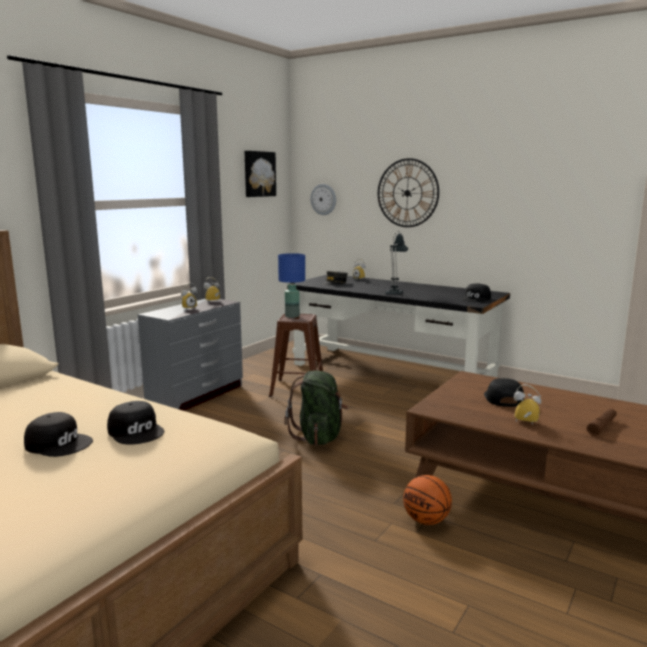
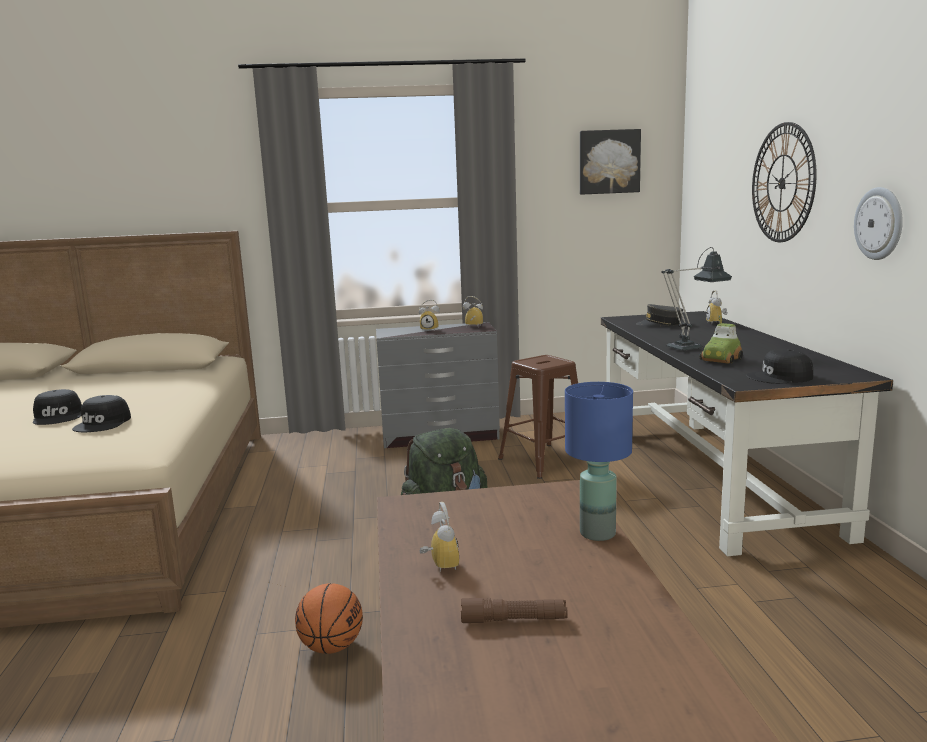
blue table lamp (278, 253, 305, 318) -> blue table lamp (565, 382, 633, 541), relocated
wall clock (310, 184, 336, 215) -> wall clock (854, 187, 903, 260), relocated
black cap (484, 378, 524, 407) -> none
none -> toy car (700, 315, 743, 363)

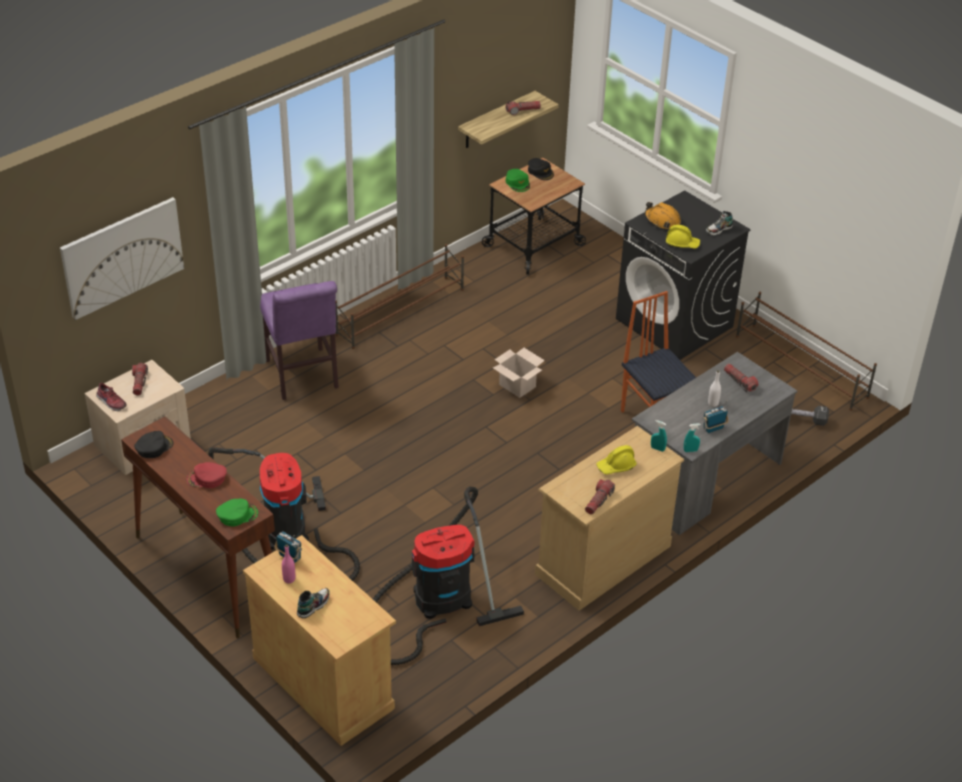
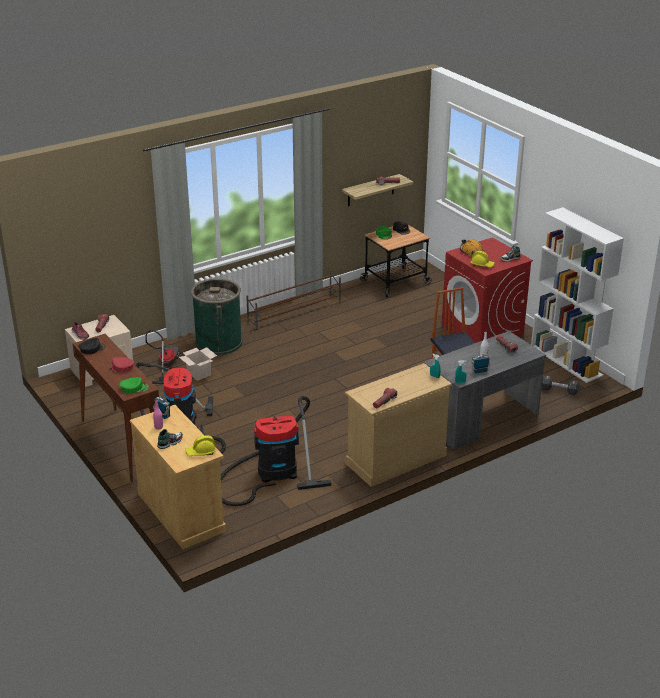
picture (60, 197, 184, 320) -> none
purple chair (260, 281, 339, 400) -> green trash can (191, 279, 242, 355)
cardboard box (493, 348, 545, 398) -> cardboard box (179, 347, 217, 381), relocated
yellow hard hat (596, 445, 637, 475) -> yellow hard hat (186, 435, 216, 456), relocated
black washing machine (616, 190, 751, 360) -> red washing machine (442, 237, 533, 343)
brown shoe rack (736, 292, 877, 411) -> white bookcase (531, 207, 624, 383)
none -> vacuum cleaner (145, 330, 179, 384)

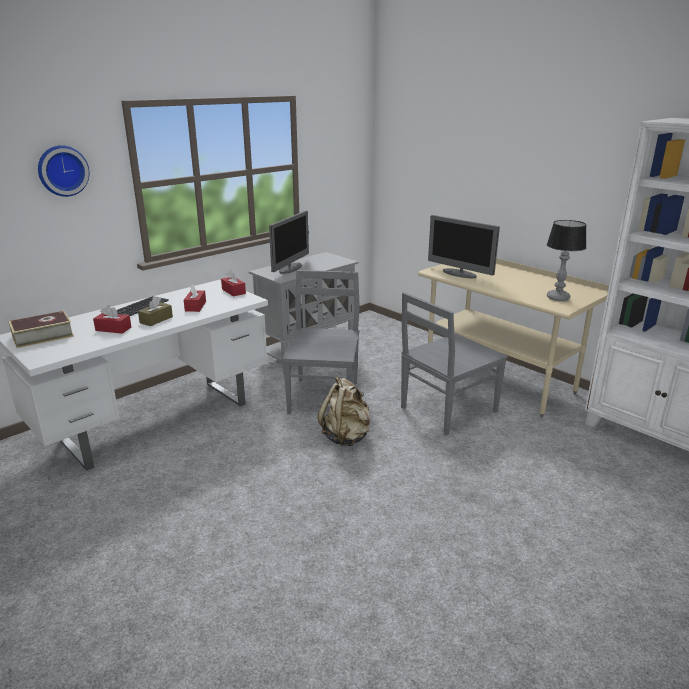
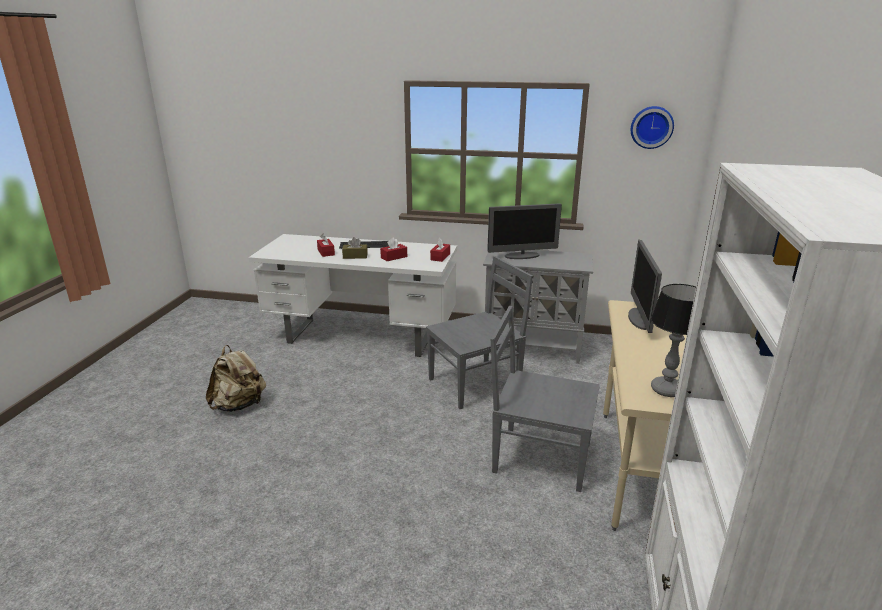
book (9, 311, 74, 348) -> none
wall clock (38, 145, 90, 197) -> wall clock (631, 106, 674, 149), relocated
beige backpack (318, 377, 370, 446) -> beige backpack (206, 345, 266, 412), relocated

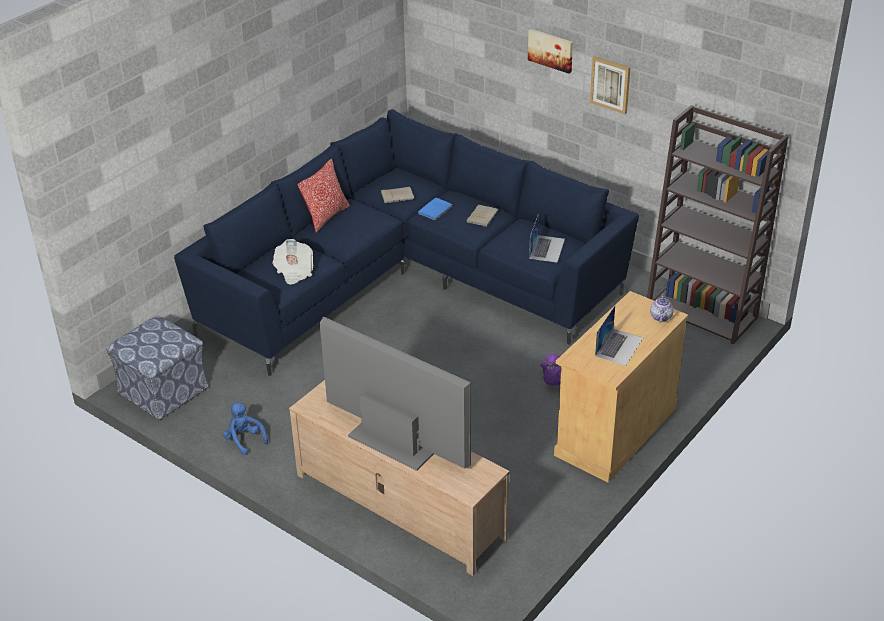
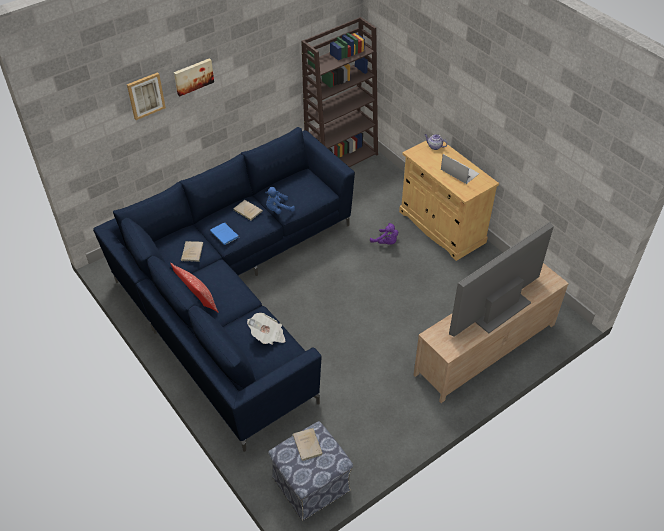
blue plush toy (223, 403, 268, 455) -> blue plush toy (265, 187, 295, 214), relocated
laptop (529, 214, 565, 263) -> none
picture (590, 56, 631, 114) -> picture (127, 72, 166, 120), relocated
none -> beige book (293, 428, 323, 461)

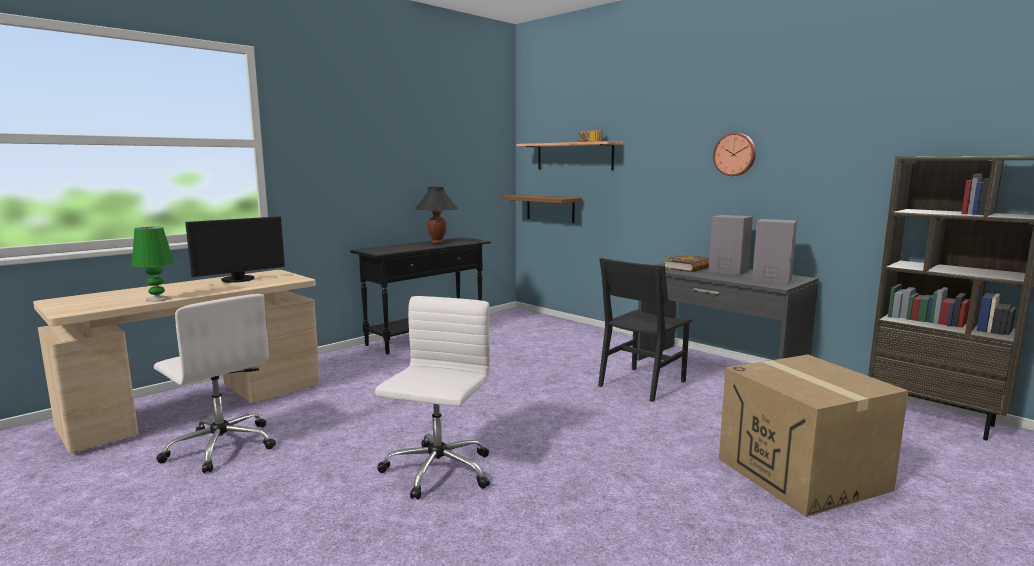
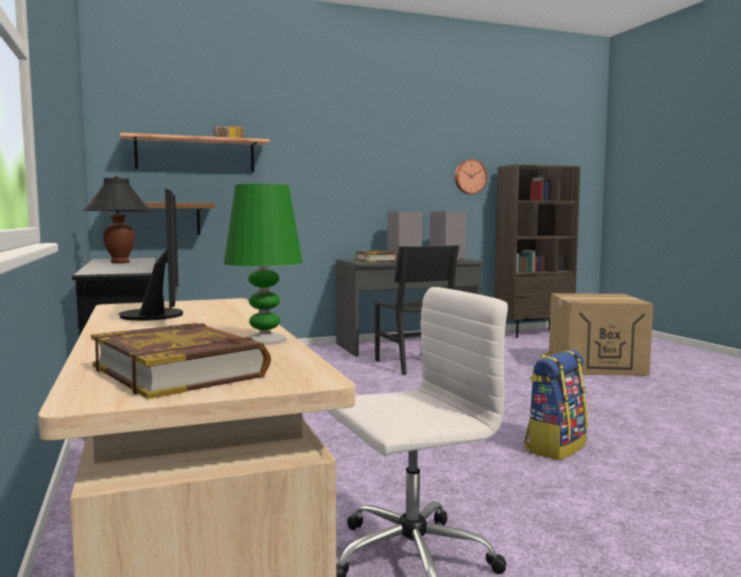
white office chair (375, 296, 490, 500) -> backpack (524, 349, 588, 460)
wall clock (713, 133, 756, 176) -> wall clock (455, 159, 487, 194), relocated
none -> book (91, 323, 271, 399)

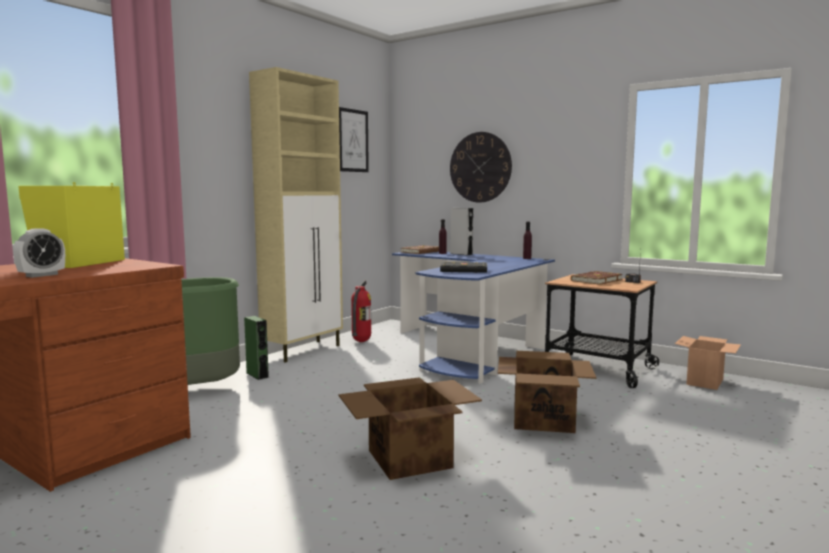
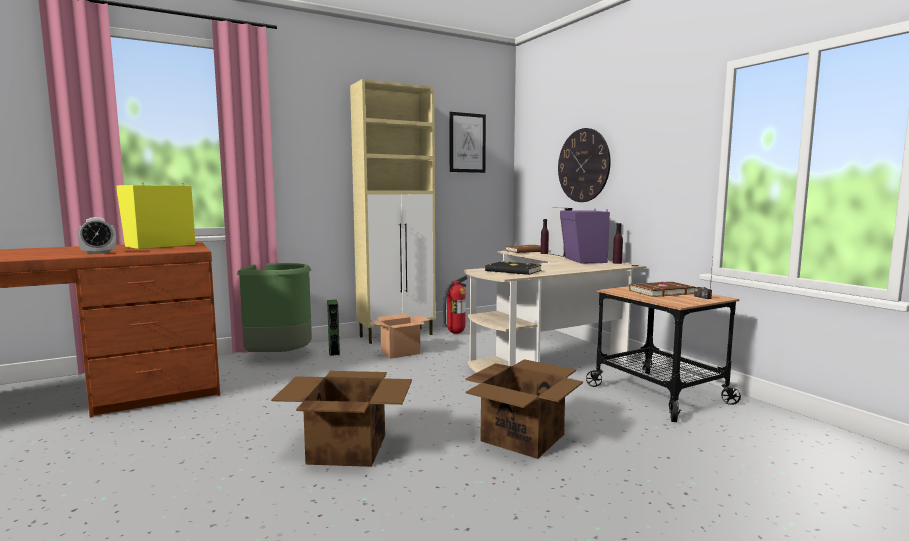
blue desk (392, 252, 555, 384) -> beige desk (464, 251, 647, 373)
cardboard box (675, 336, 741, 390) -> cardboard box (370, 314, 430, 359), relocated
none -> purple speaker (560, 209, 610, 263)

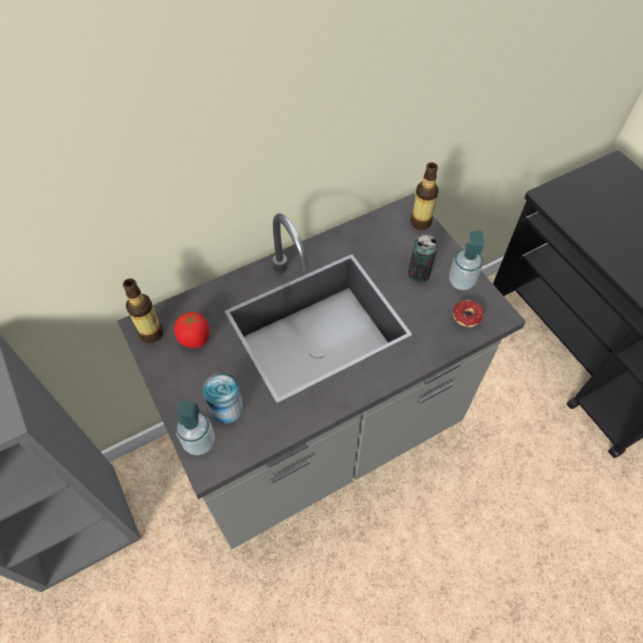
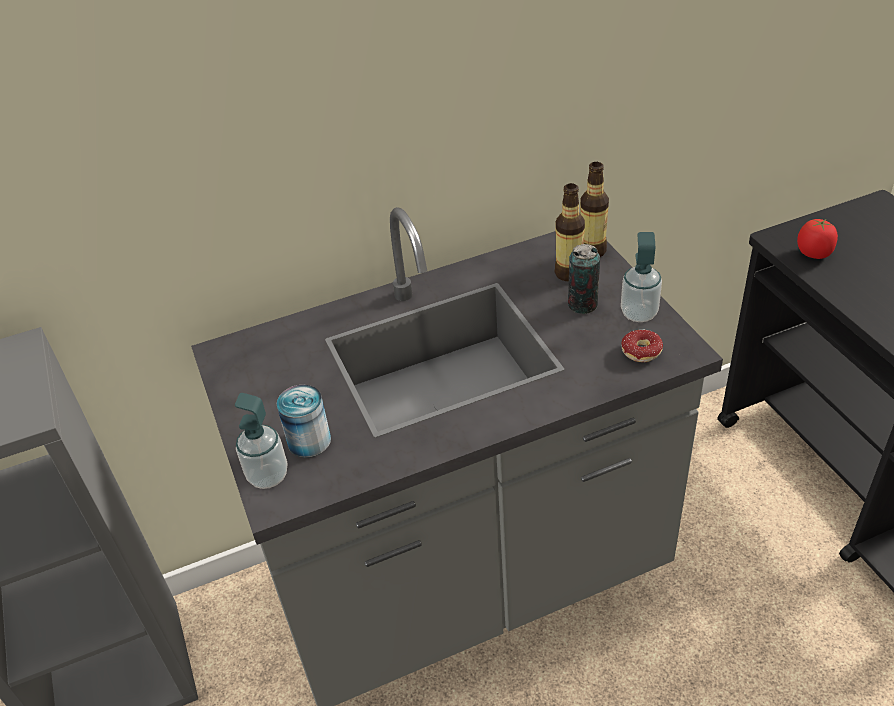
bottle (123, 278, 163, 343) -> bottle (555, 183, 585, 281), relocated
tomato (174, 312, 209, 348) -> tomato (797, 218, 838, 259), relocated

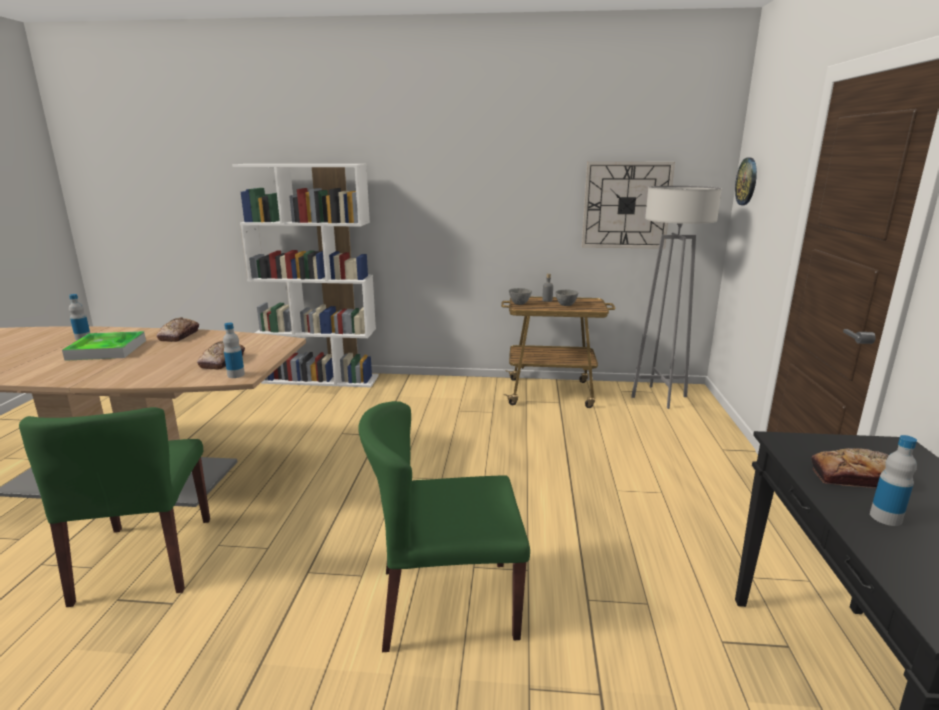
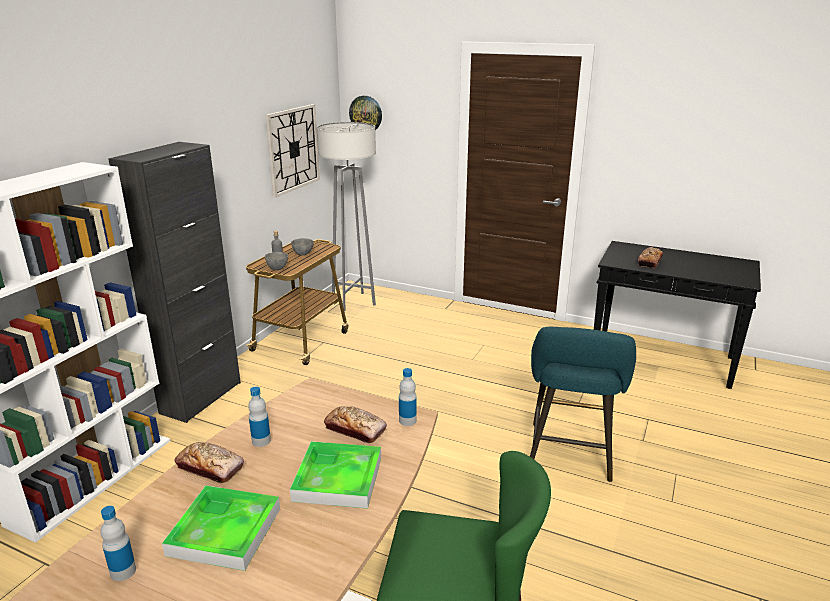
green chair (358, 401, 530, 652) -> turquoise stool (530, 327, 636, 482)
bottle (870, 435, 917, 526) -> bottle (248, 386, 271, 447), relocated
none -> black cabinet (108, 142, 241, 423)
none -> tray (290, 441, 381, 509)

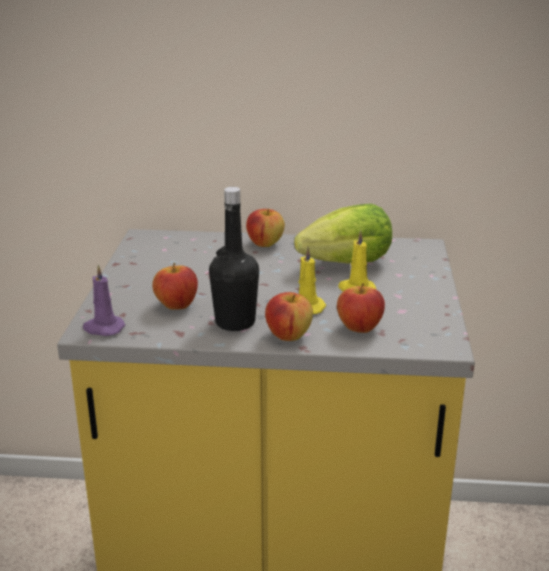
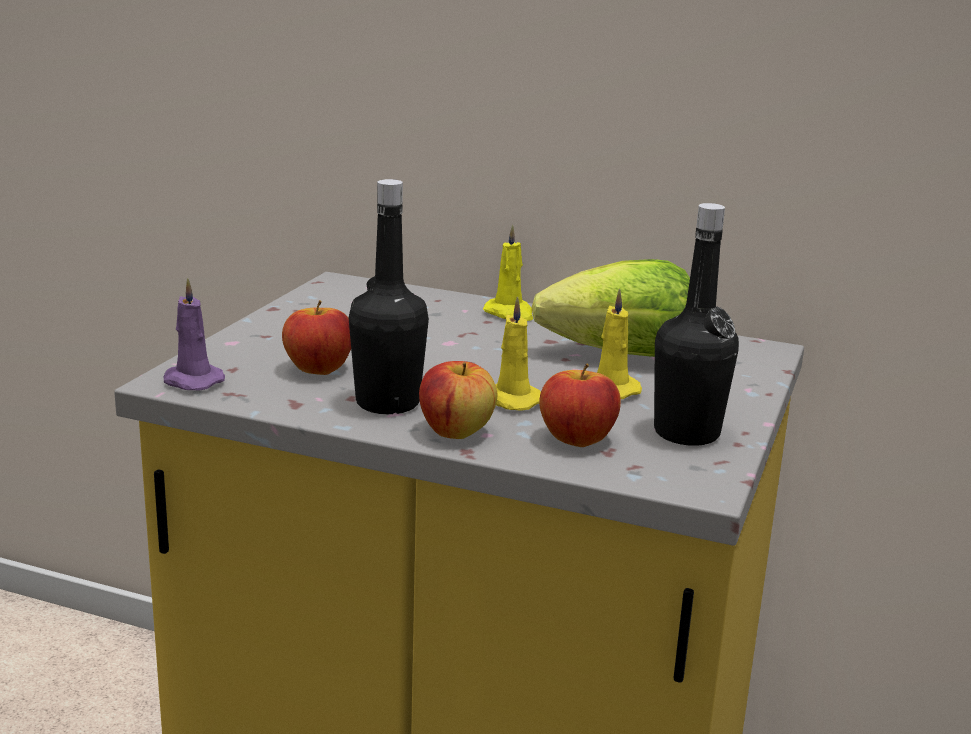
apple (246, 209, 285, 247) -> yellow candle (483, 225, 533, 321)
none -> black bottle (654, 203, 739, 446)

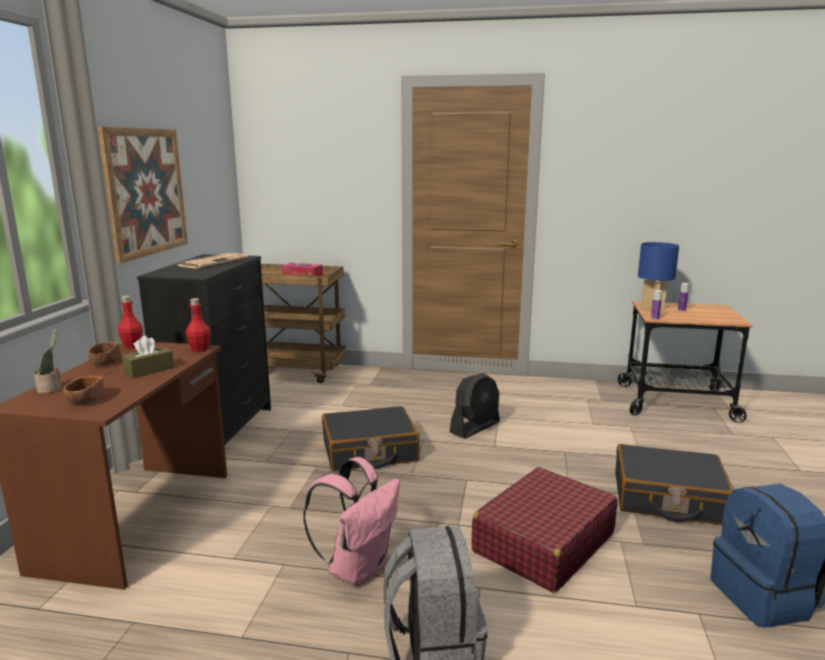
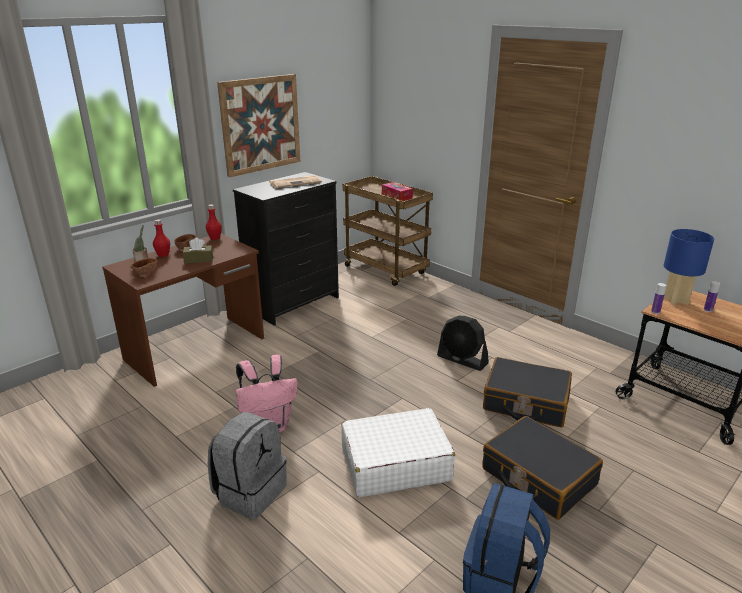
red bottle (186, 298, 211, 352) -> red bottle (153, 219, 170, 257), relocated
black suitcase (322, 406, 420, 471) -> black suitcase (483, 357, 572, 427), relocated
black fan (450, 373, 500, 439) -> black fan (437, 316, 489, 371), 45 degrees clockwise
red suitcase (472, 467, 618, 592) -> white suitcase (341, 408, 455, 497)

